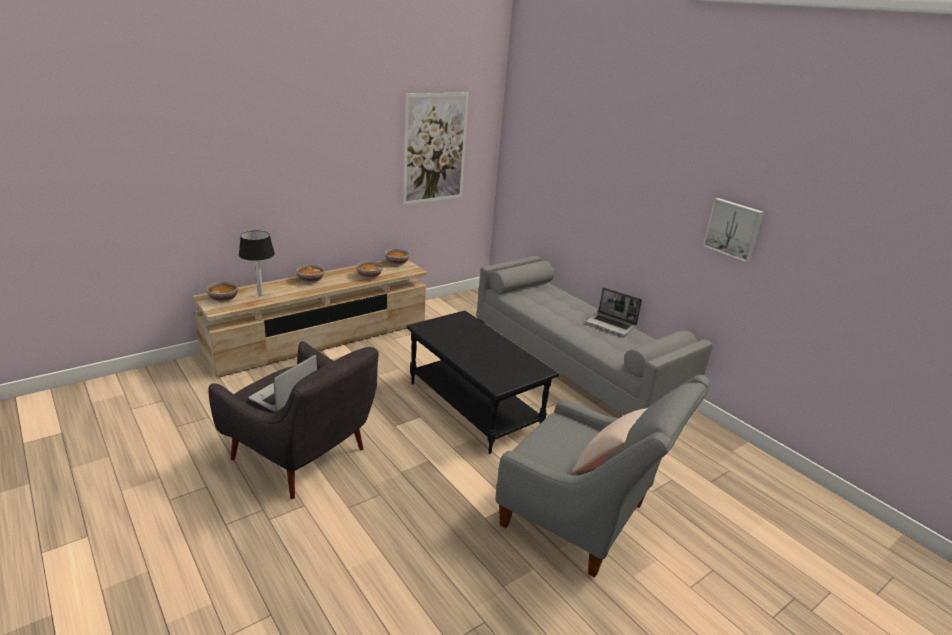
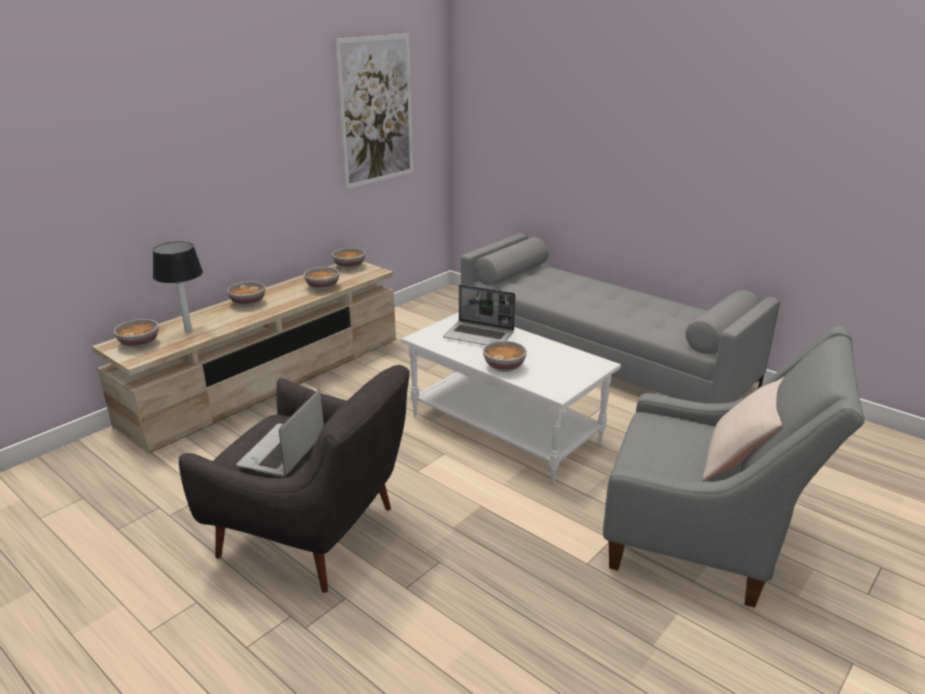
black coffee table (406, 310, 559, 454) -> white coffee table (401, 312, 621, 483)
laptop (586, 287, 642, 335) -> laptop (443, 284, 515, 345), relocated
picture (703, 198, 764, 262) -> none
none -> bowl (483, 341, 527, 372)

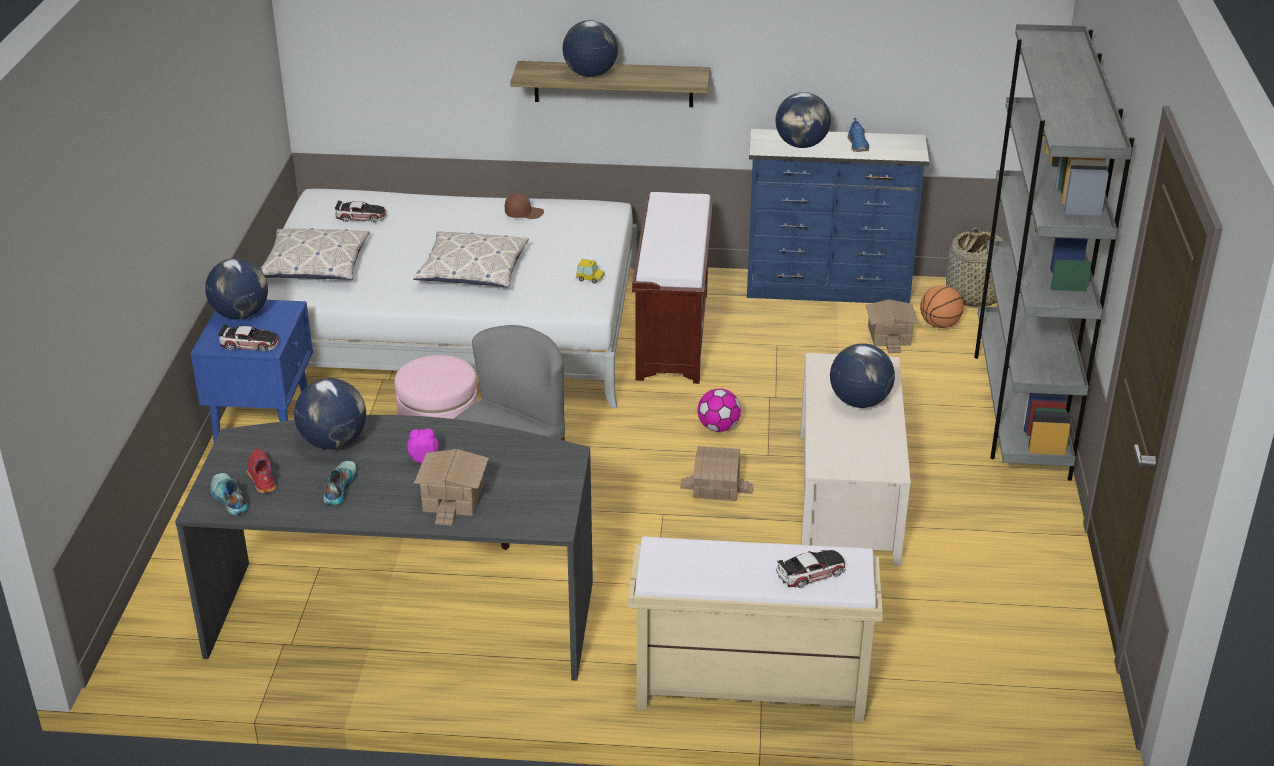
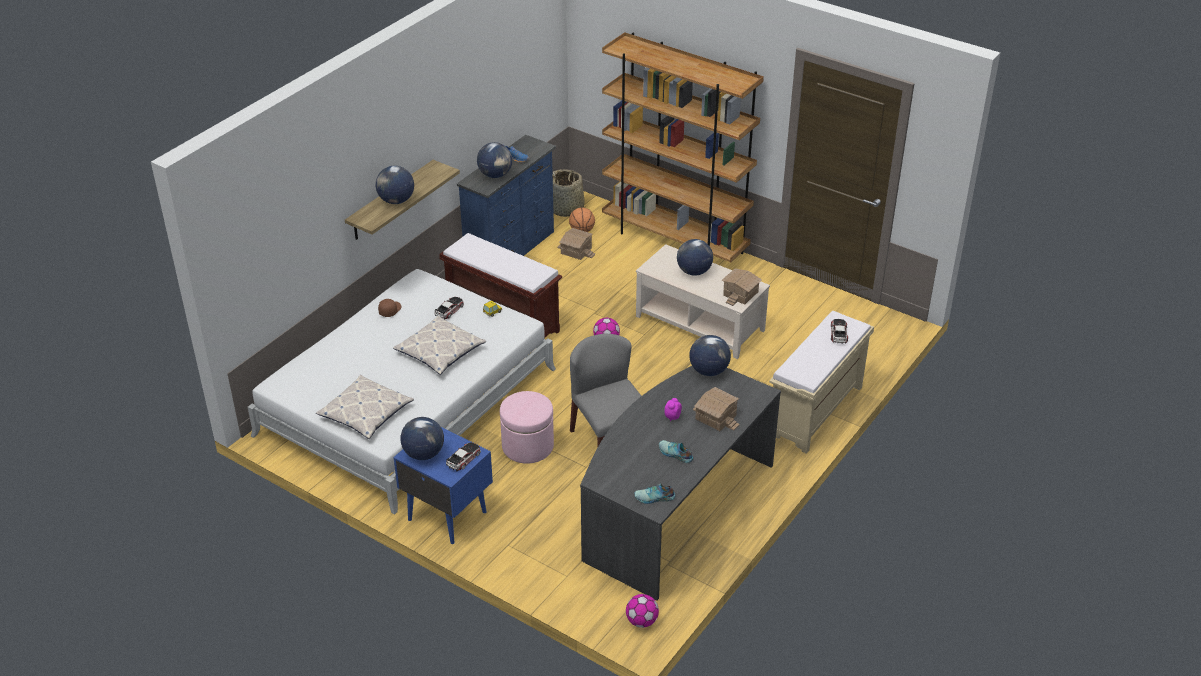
red shoe (247, 449, 276, 493) -> none
globe (294, 378, 366, 449) -> globe (689, 335, 731, 376), relocated
toy car (335, 201, 386, 222) -> toy car (434, 297, 464, 320), relocated
toy house (680, 446, 753, 501) -> toy house (721, 268, 762, 306), relocated
grey bookcase (974, 24, 1135, 481) -> brown bookcase (602, 32, 764, 262)
none -> football (626, 594, 659, 628)

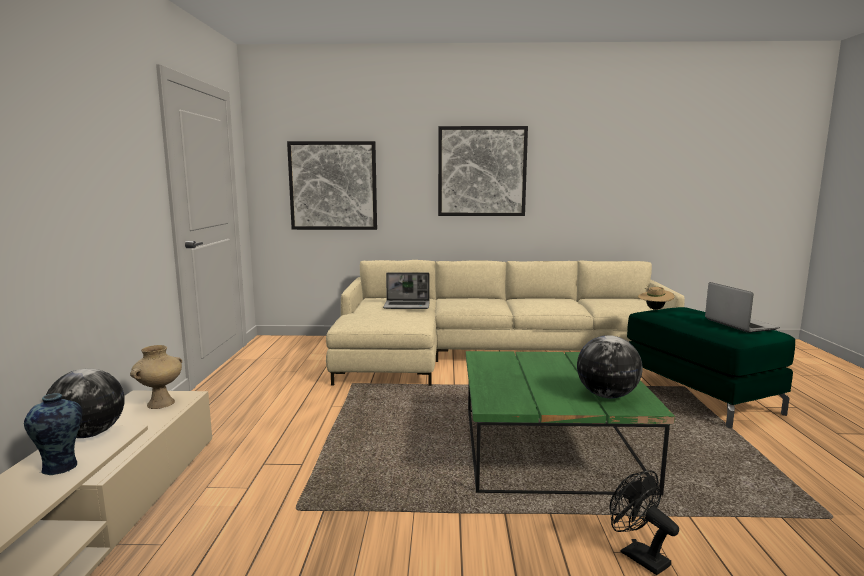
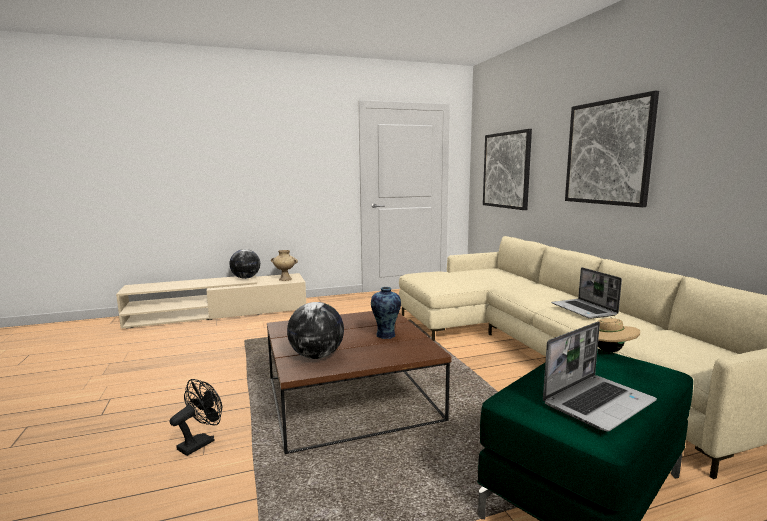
vase (24, 393, 83, 475) -> vase (371, 287, 401, 339), relocated
laptop (383, 272, 430, 309) -> laptop (551, 267, 622, 319), relocated
green coffee table (466, 351, 675, 495) -> brown coffee table (267, 311, 452, 454)

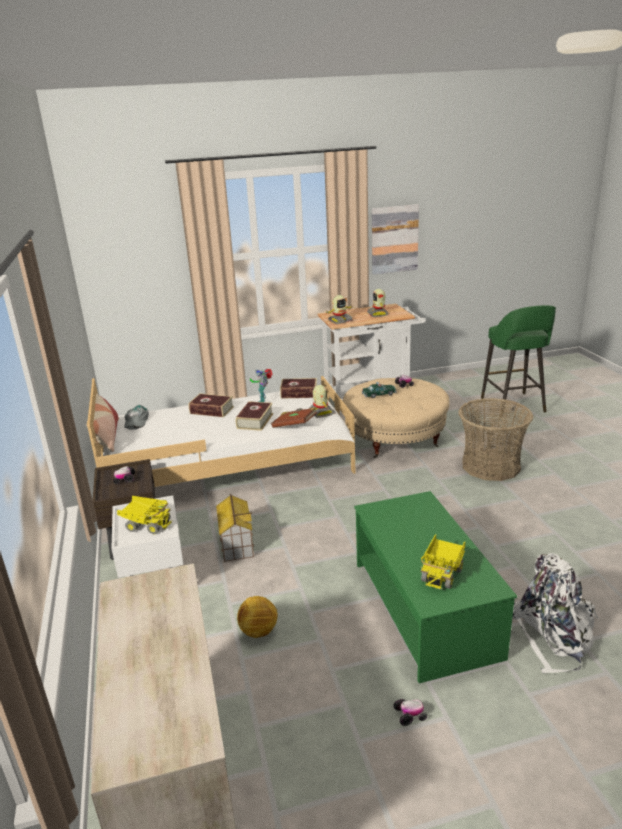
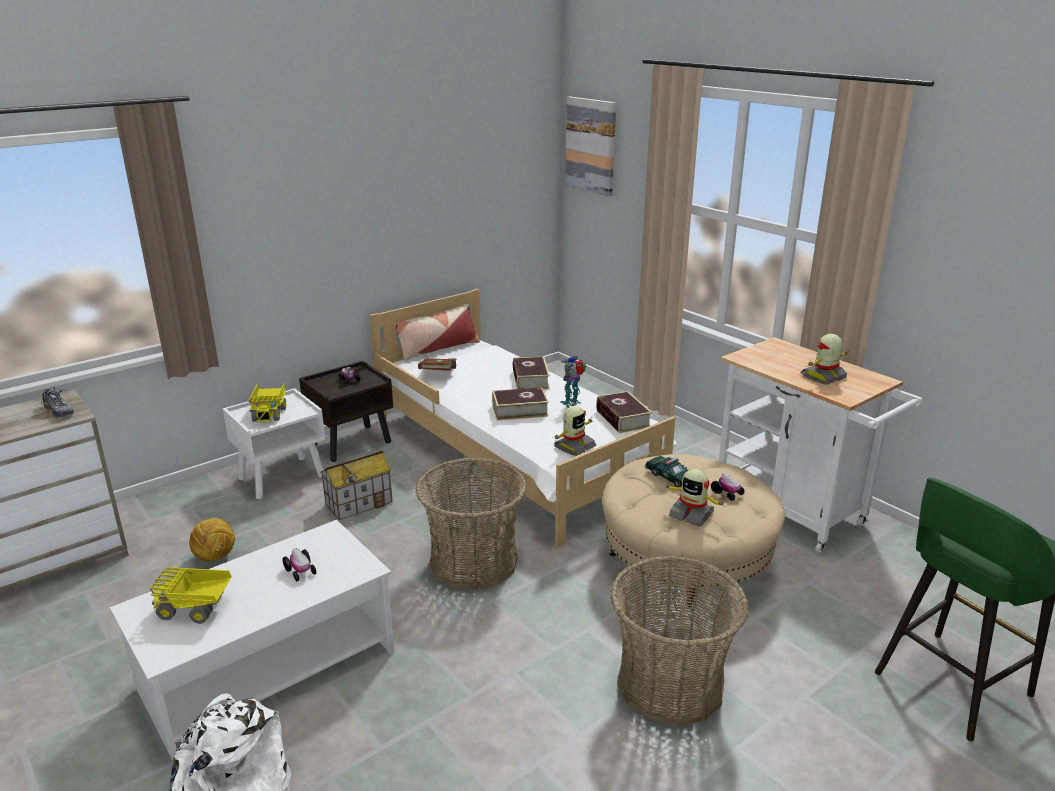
grey cap (124, 405, 149, 430) -> none
brown book (271, 407, 317, 428) -> brown book (418, 358, 456, 371), relocated
toy robot (326, 295, 354, 324) -> toy robot (663, 469, 725, 527), relocated
green coffee table (354, 491, 517, 683) -> white coffee table (110, 520, 395, 761)
picture (372, 204, 419, 274) -> picture (565, 96, 616, 196), relocated
toy car (393, 699, 427, 726) -> toy car (282, 548, 316, 581), relocated
none -> shoe (41, 387, 74, 418)
none -> basket (415, 457, 527, 590)

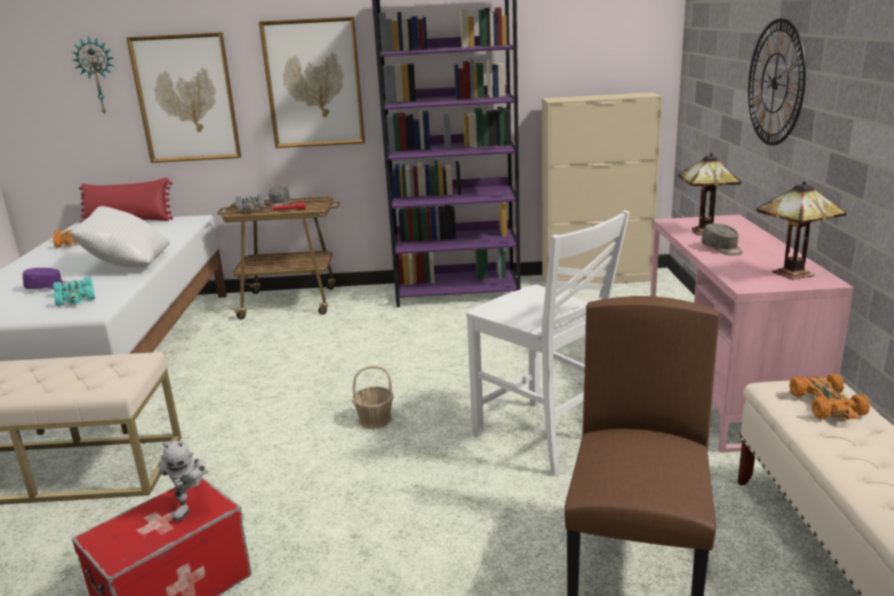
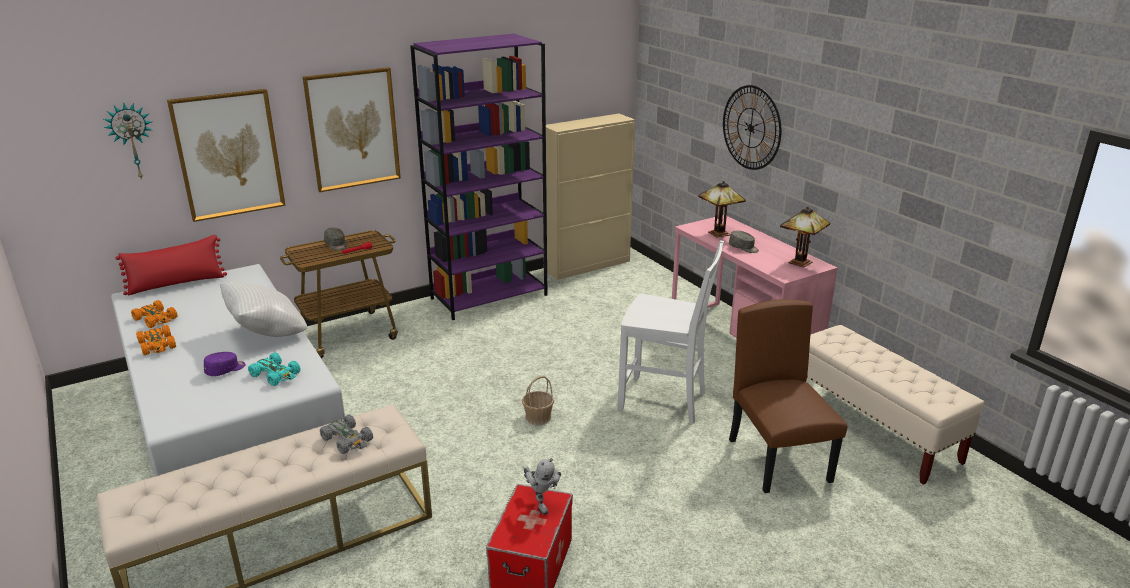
grey toy car (236, 194, 265, 213) -> grey toy car (320, 415, 373, 454), relocated
orange toy car (789, 374, 870, 420) -> orange toy car (136, 325, 176, 355), relocated

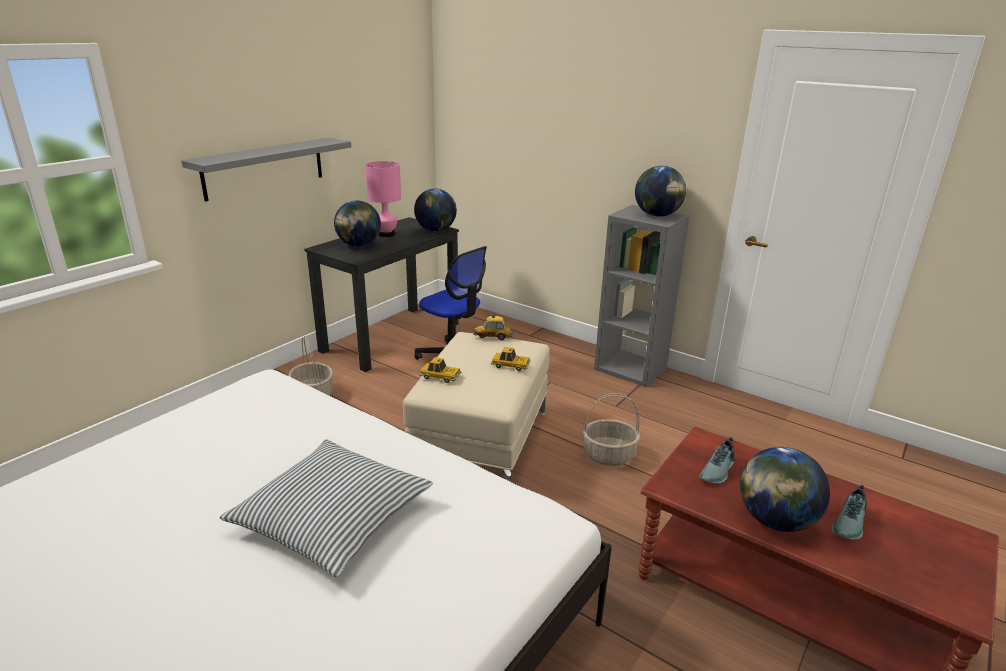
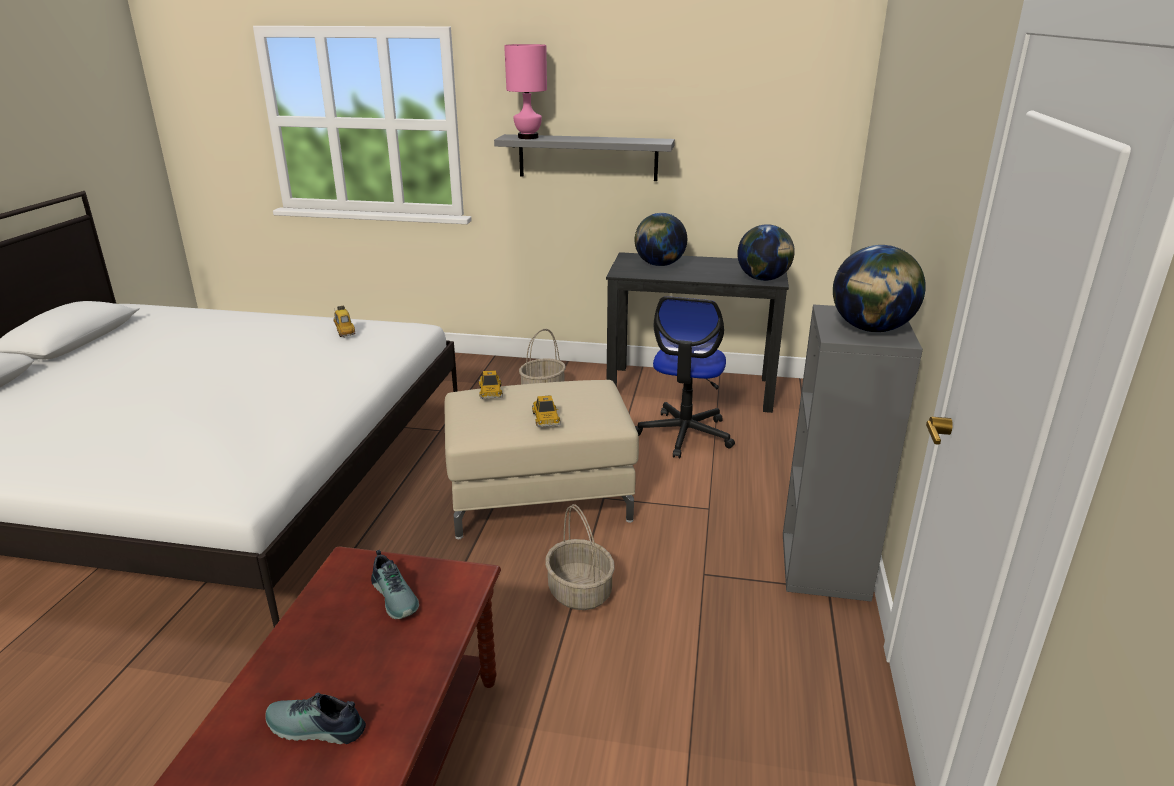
pillow (220, 439, 433, 577) -> none
pink table lamp (365, 161, 401, 237) -> pink table lamp (504, 44, 547, 139), relocated
toy car (473, 313, 513, 340) -> toy car (333, 306, 355, 338), relocated
shoe (699, 437, 734, 484) -> shoe (371, 550, 419, 619), 135 degrees counterclockwise
globe (740, 447, 830, 532) -> none

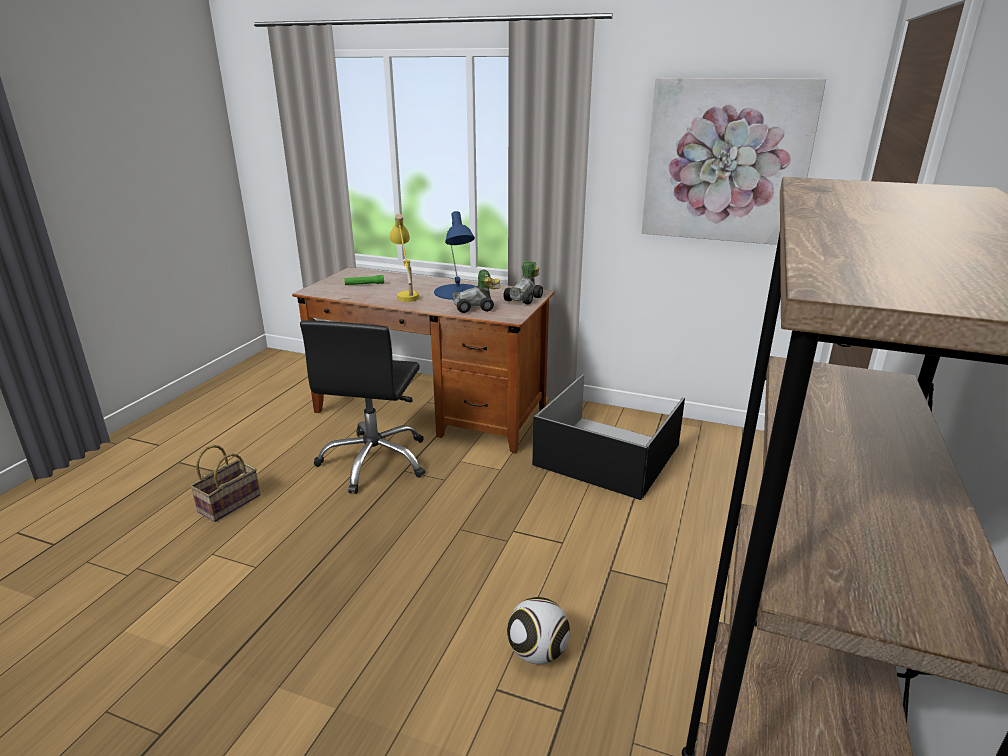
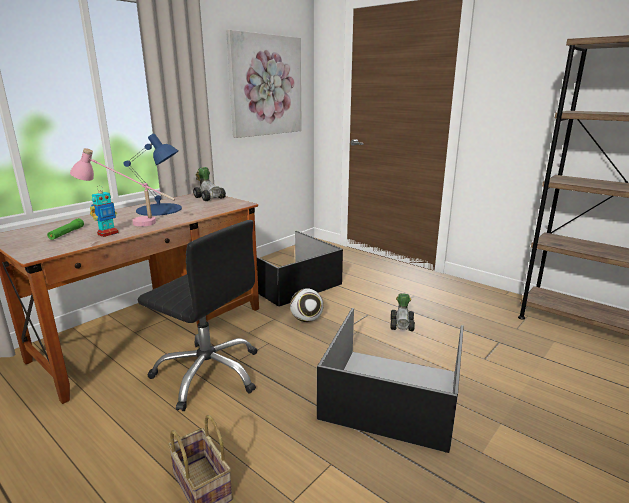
yellow table lamp (390, 214, 419, 302) -> pink table lamp (70, 148, 175, 227)
toy car (453, 270, 501, 313) -> toy car (390, 294, 415, 331), relocated
football (507, 597, 570, 664) -> football (290, 289, 324, 322), relocated
none -> toy robot (90, 185, 119, 237)
none -> black storage box (317, 308, 464, 453)

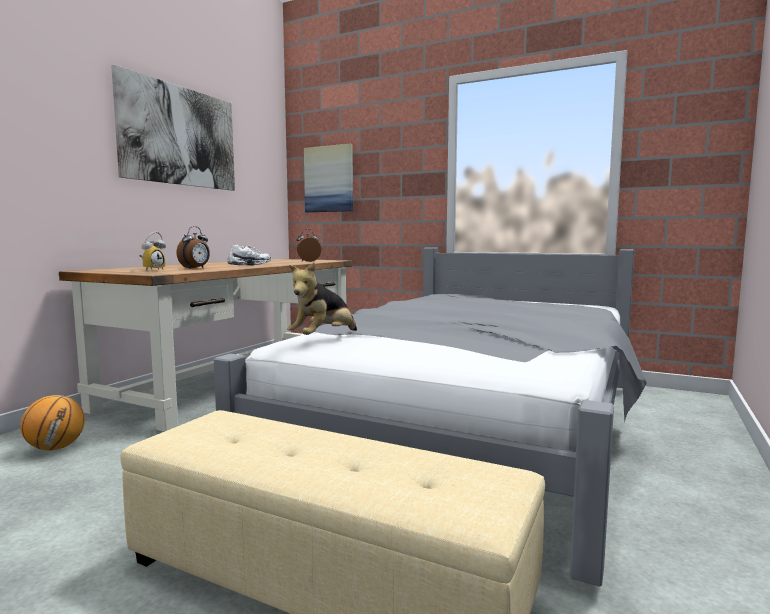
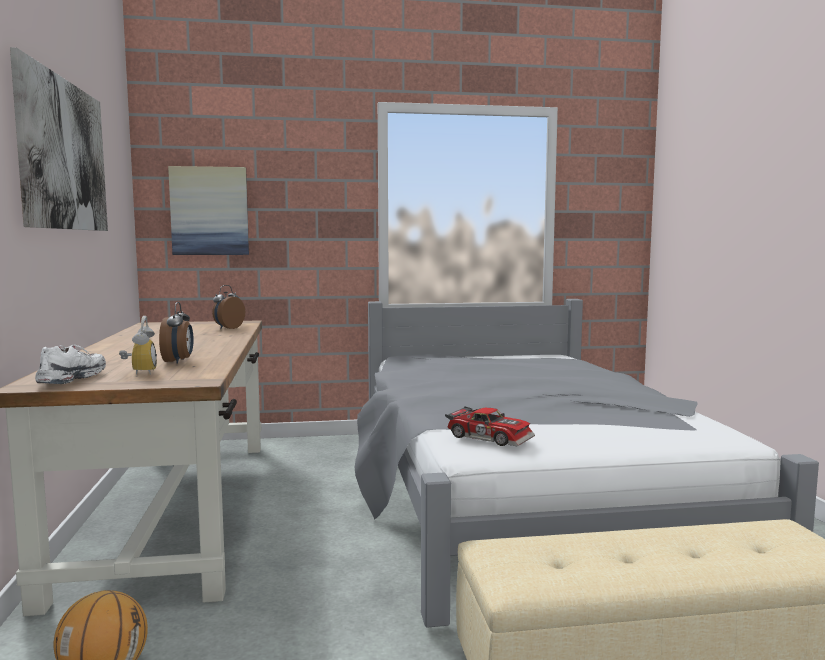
white shoe (227, 245, 271, 265) -> white shoe (35, 344, 106, 384), relocated
plush toy (287, 262, 357, 335) -> toy car (445, 406, 535, 446)

